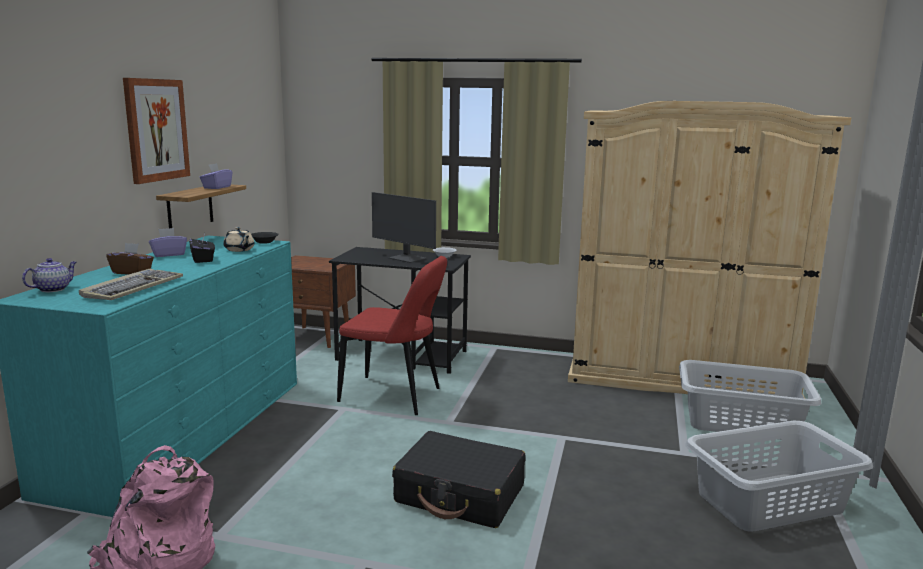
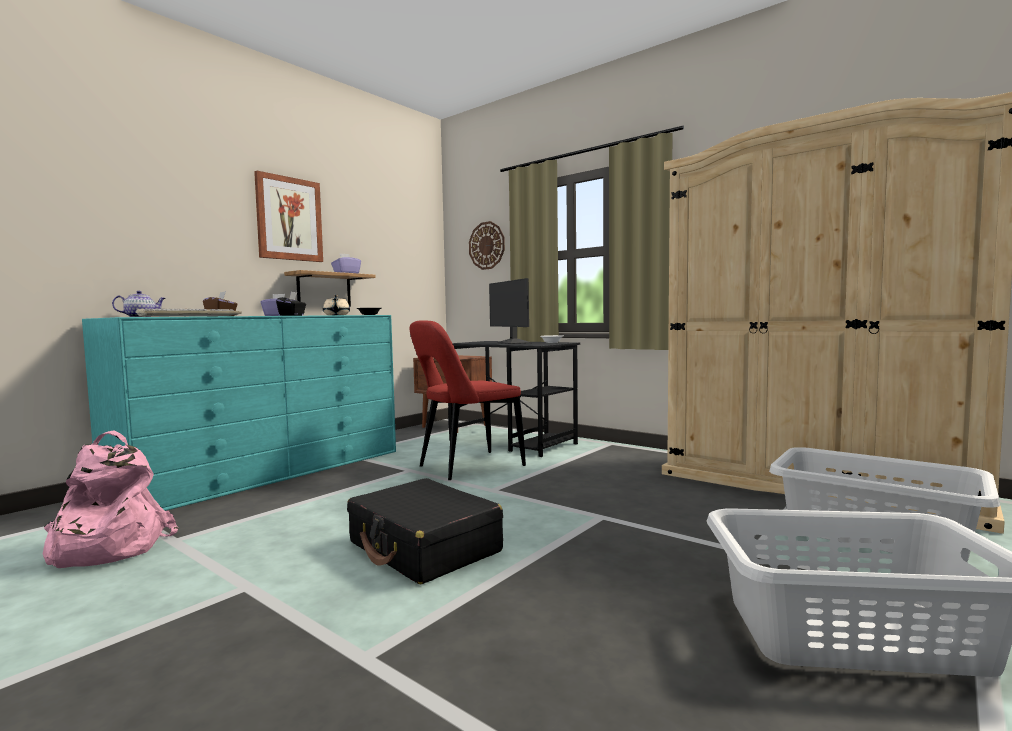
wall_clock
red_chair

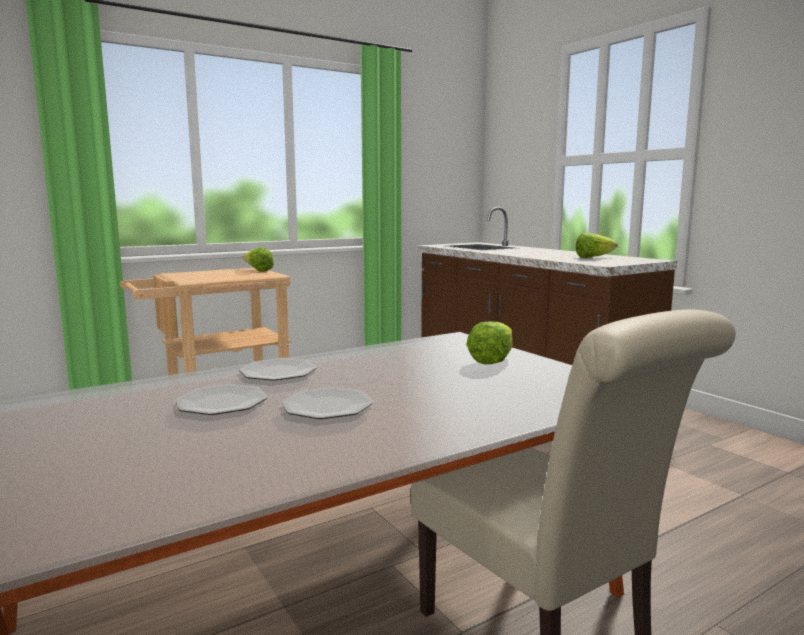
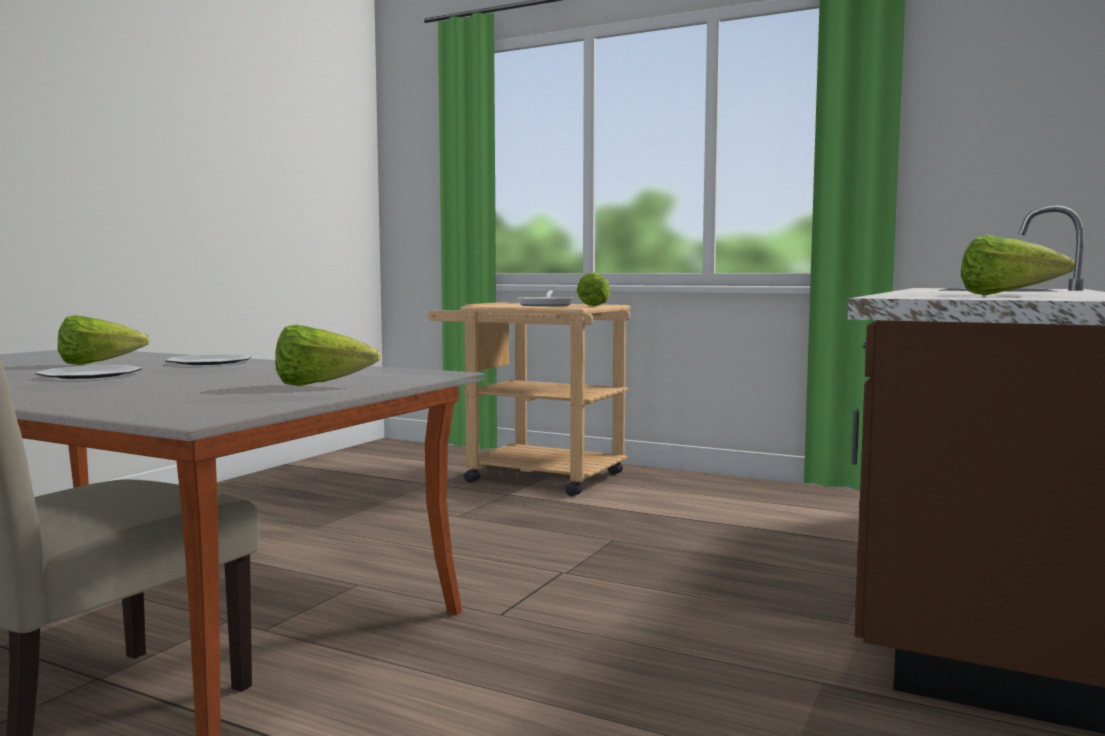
frying_pan
lettuce (1st from left)

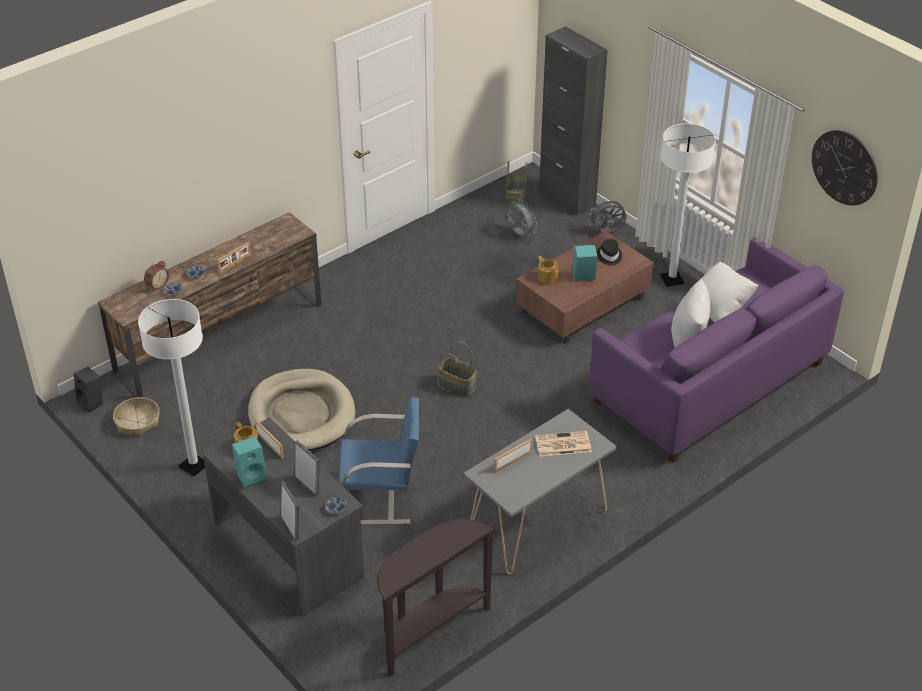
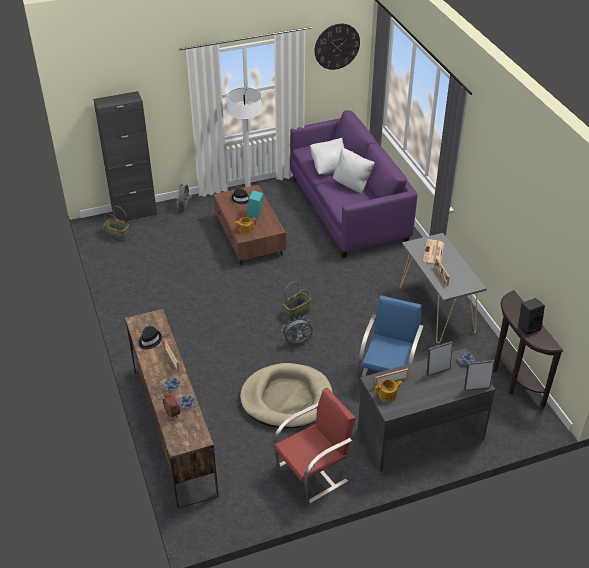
basket (1st from left in the first image)
turquoise_speaker (1st from left in the first image)
black_hat (1st from left)
black_speaker
grey_fan (2nd from left)
red_chair

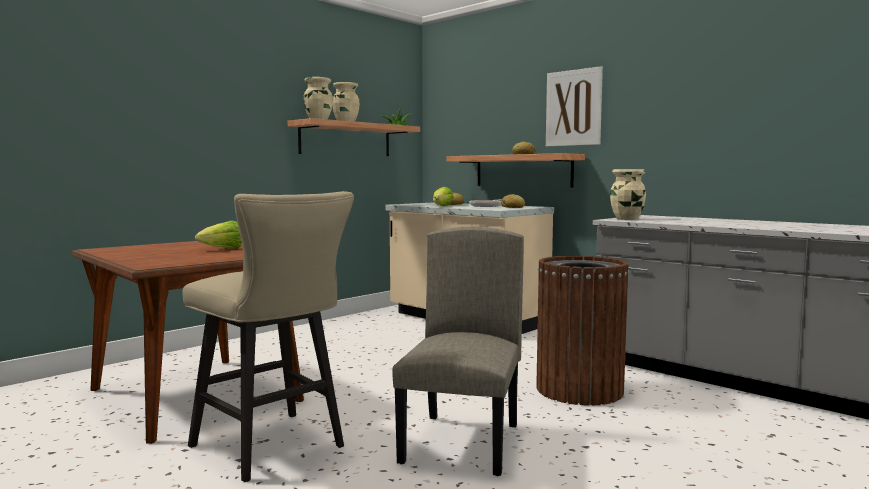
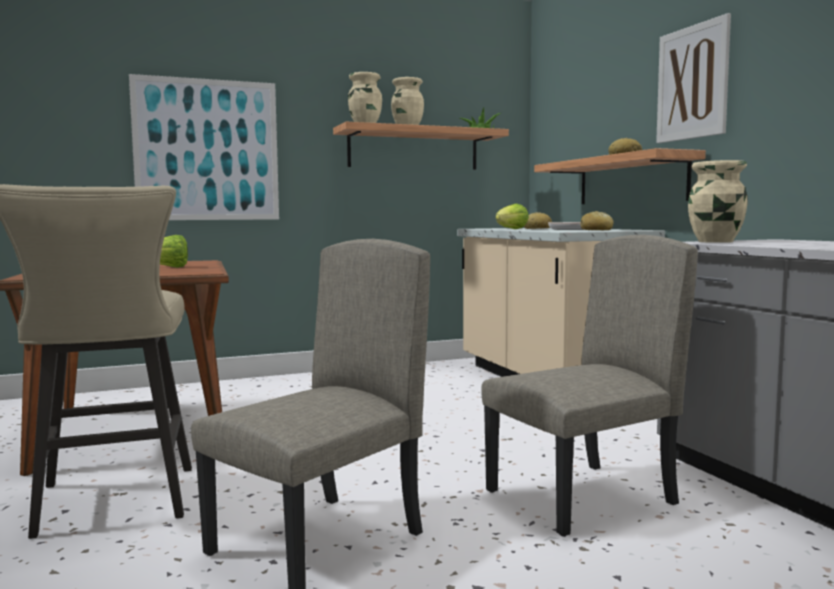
picture (1st from left)
beige_chair (2nd from left)

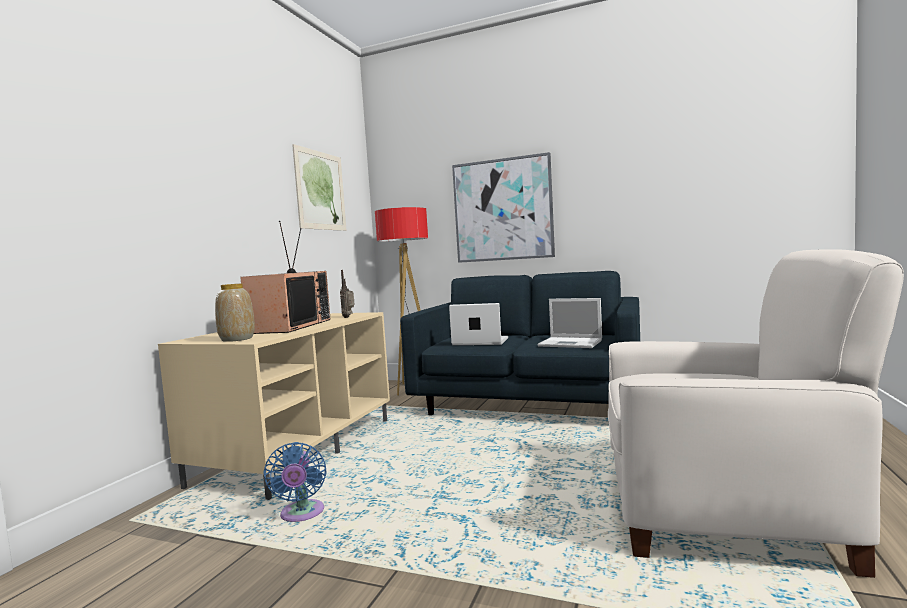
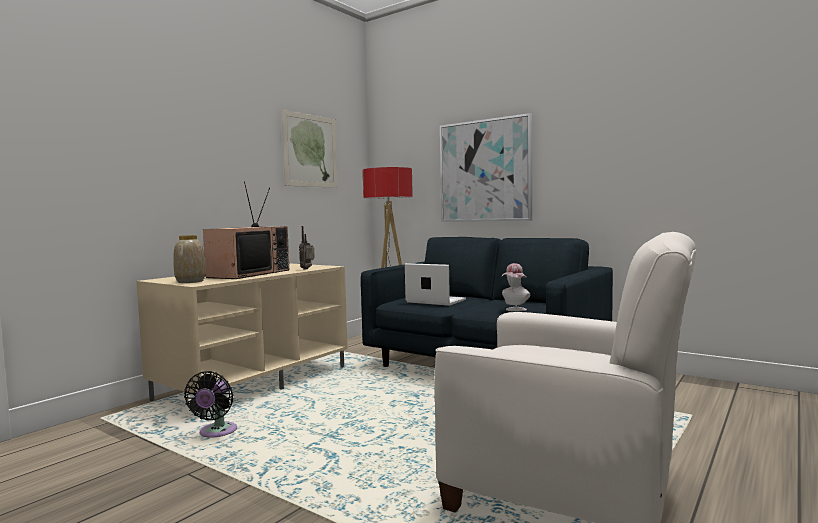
hat
black_fan

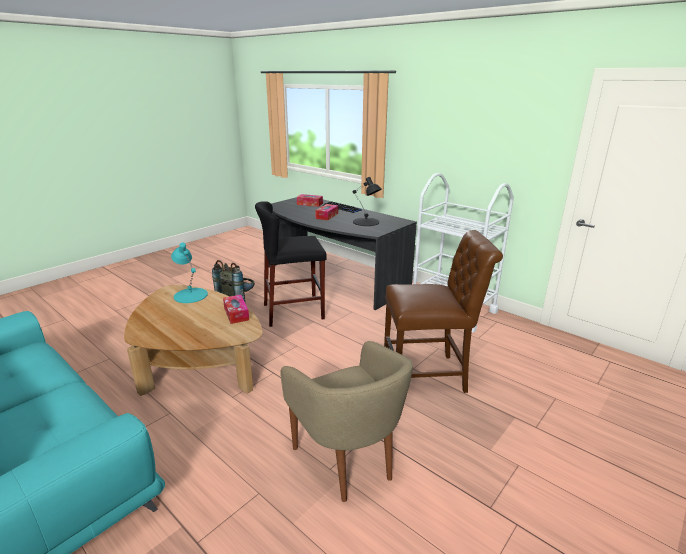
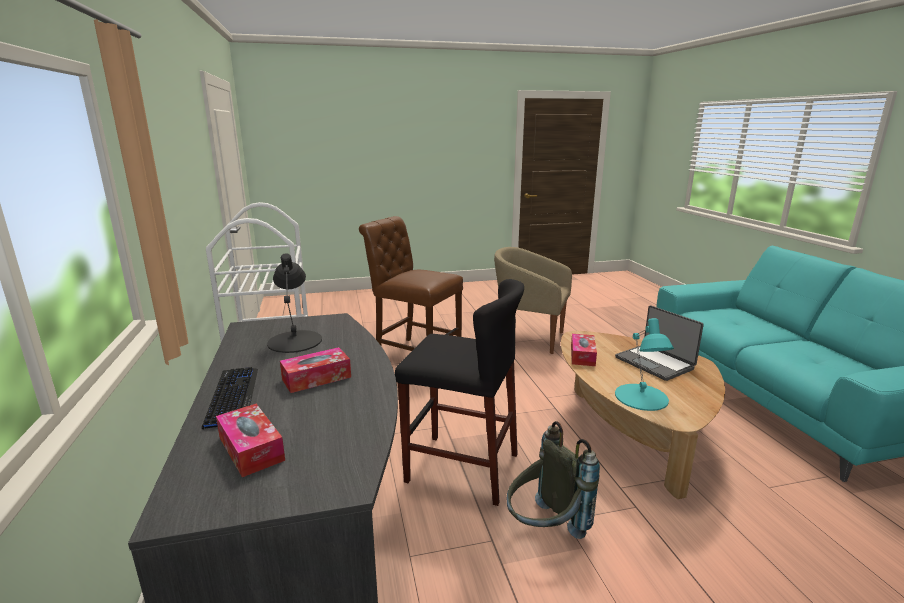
laptop
beige_armchair

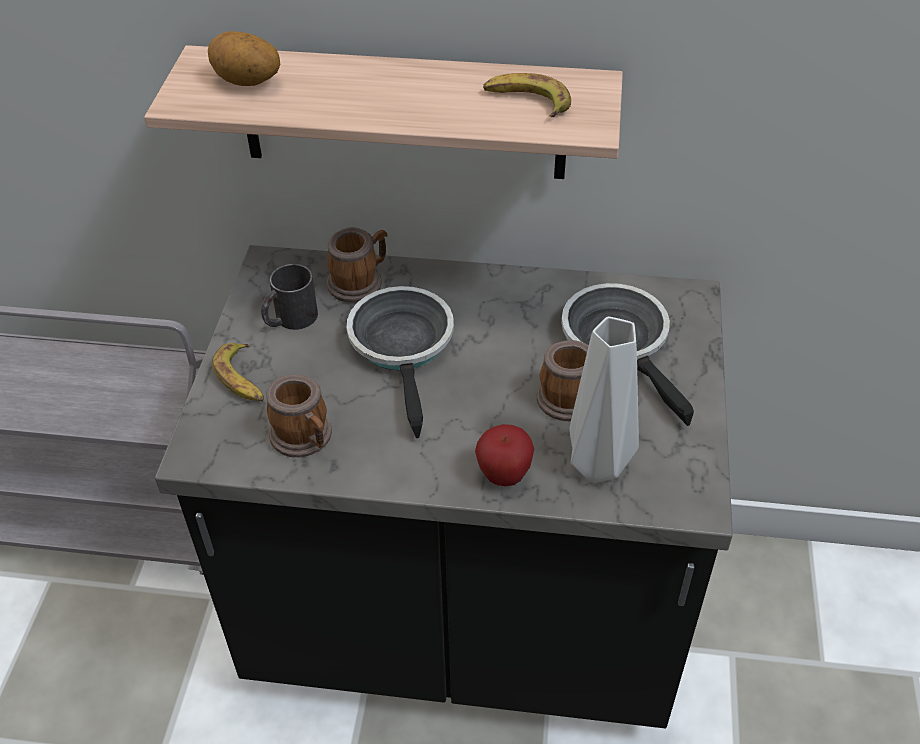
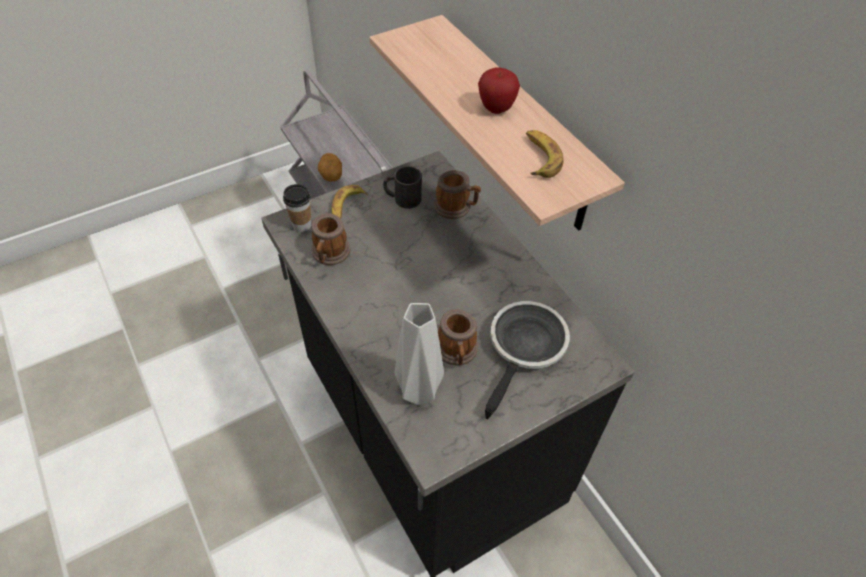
frying_pan (1st from left in the first image)
cup
potato
apple

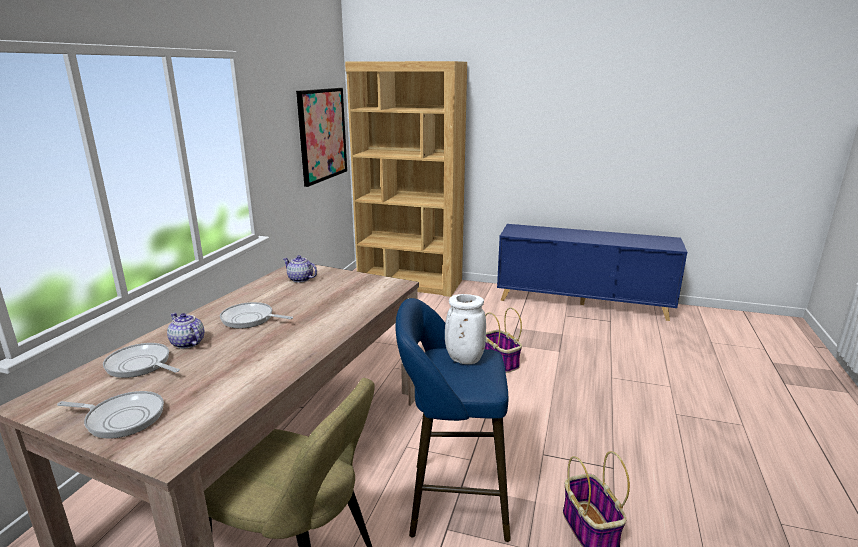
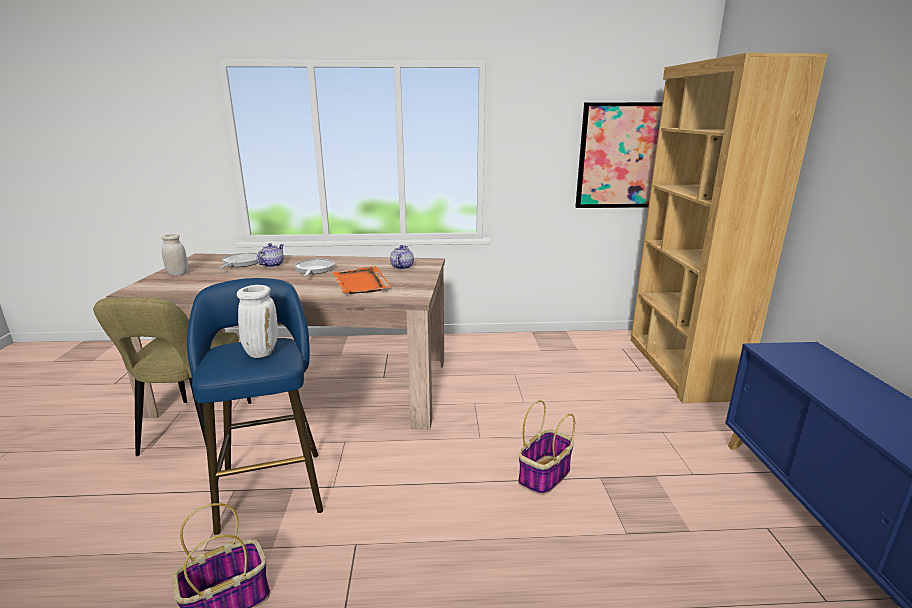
orange_tray
white_jar

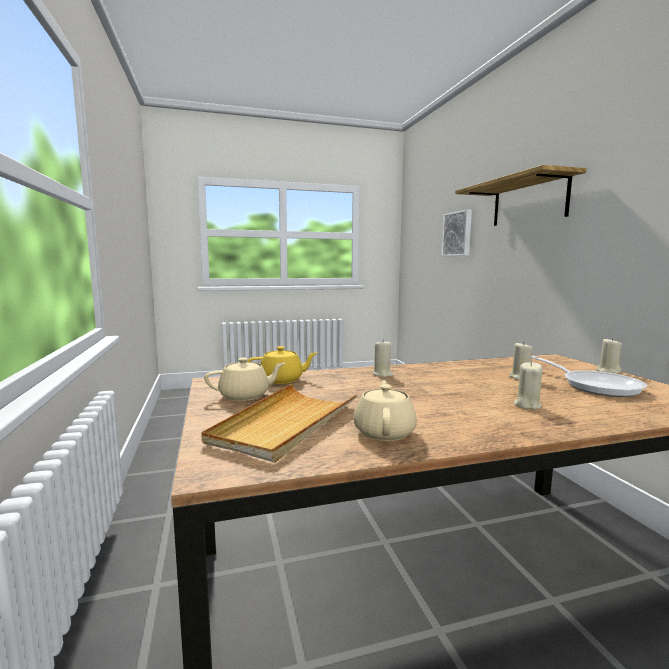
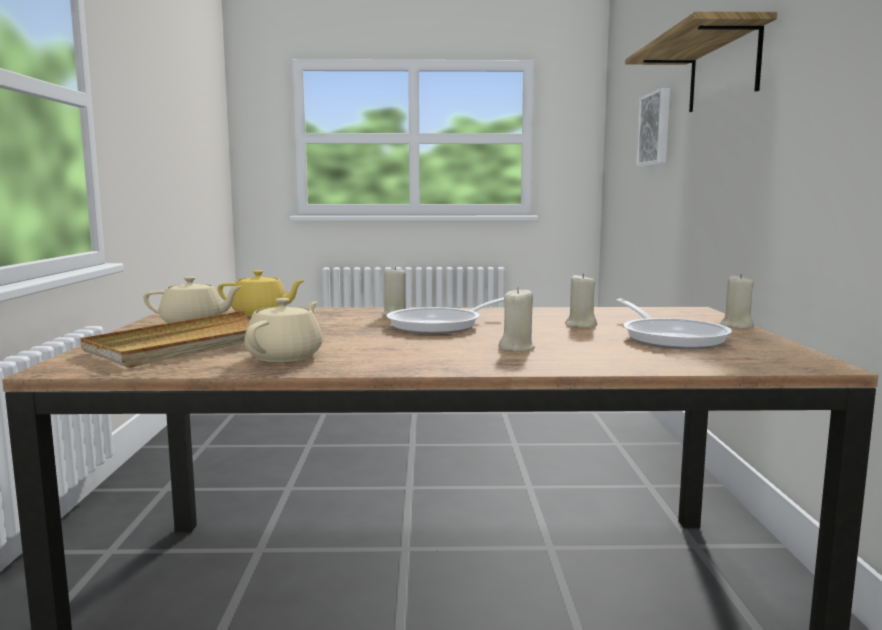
frying_pan (1st from left)

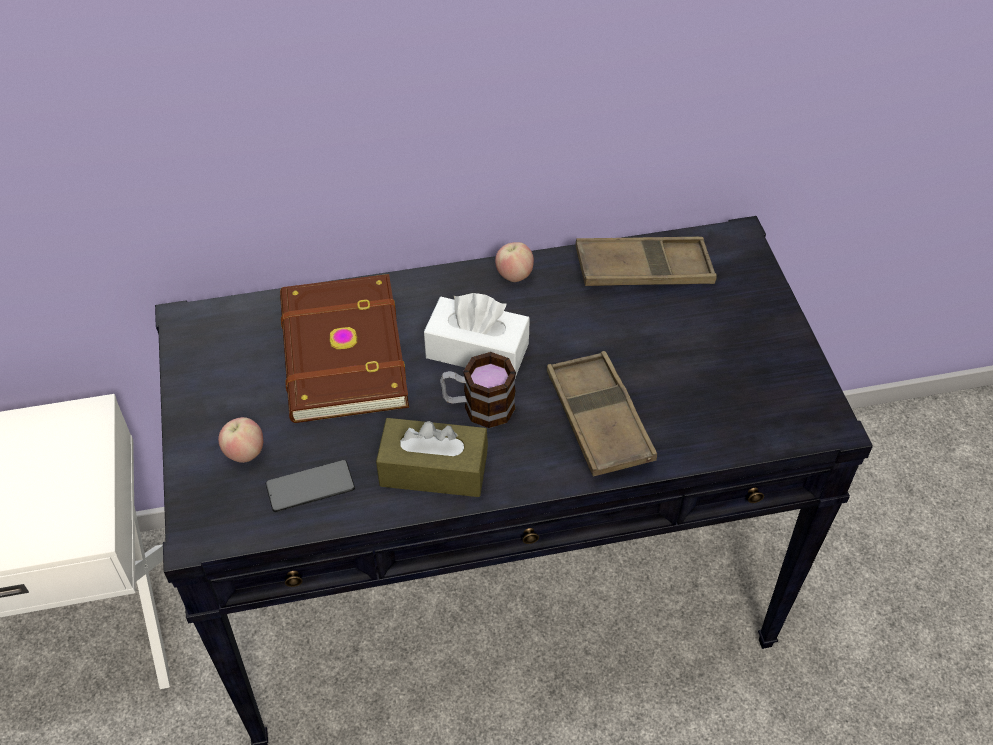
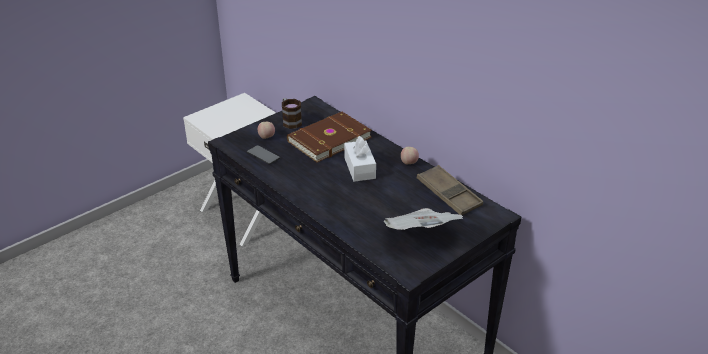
brown_tissue_box
brown_tray (1st from left in the first image)
newspaper
mug

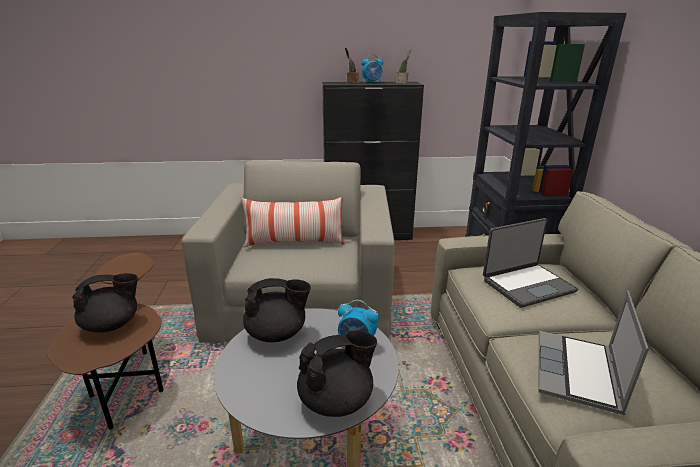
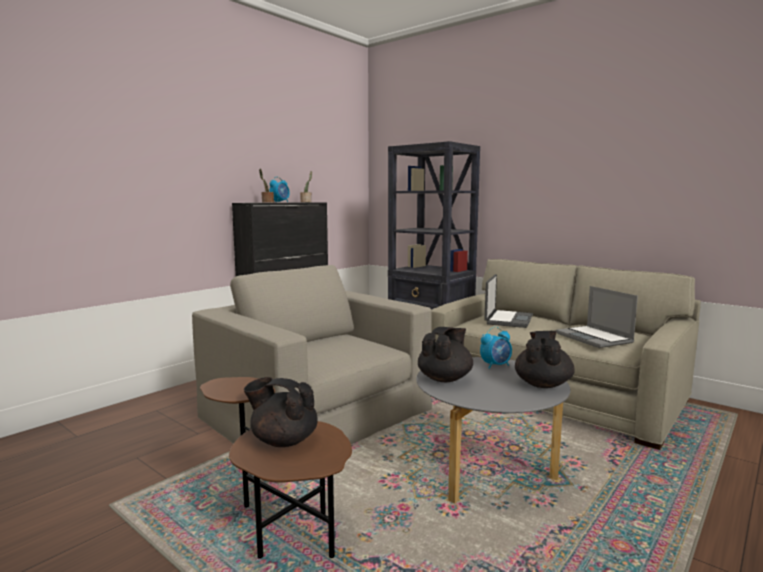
pillow
black_teapot (1st from left)

